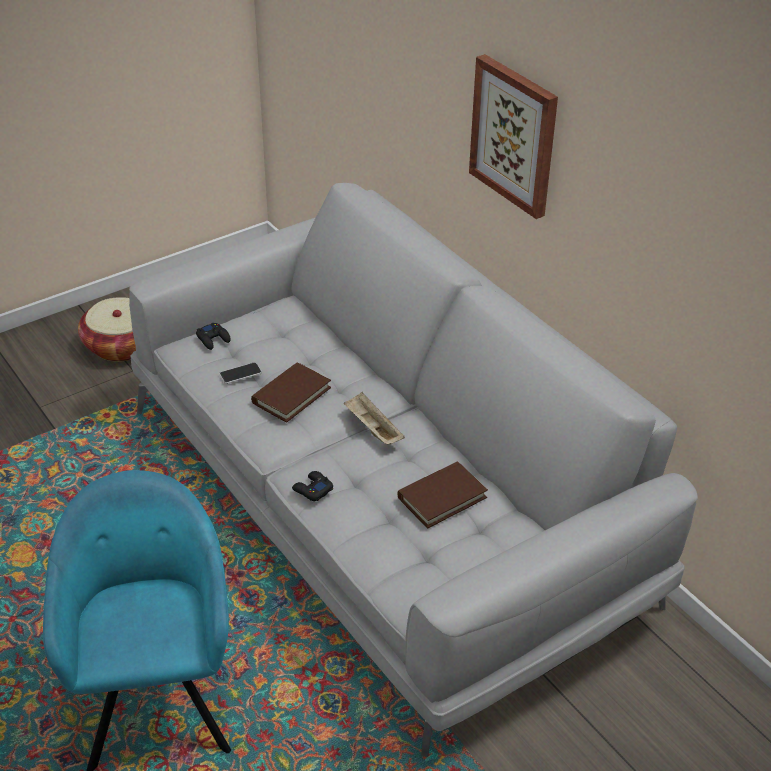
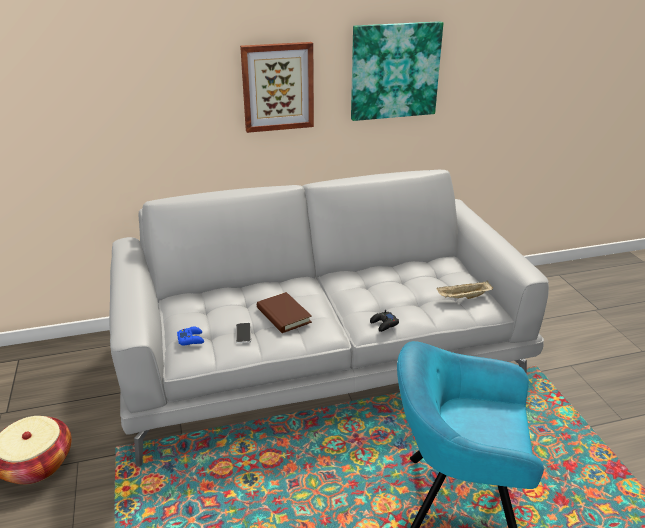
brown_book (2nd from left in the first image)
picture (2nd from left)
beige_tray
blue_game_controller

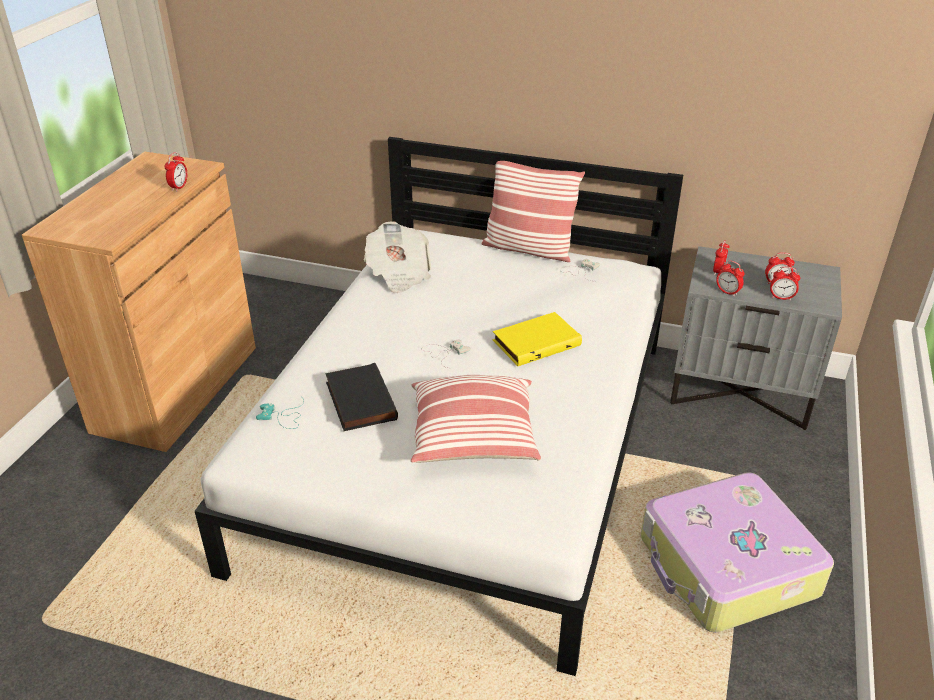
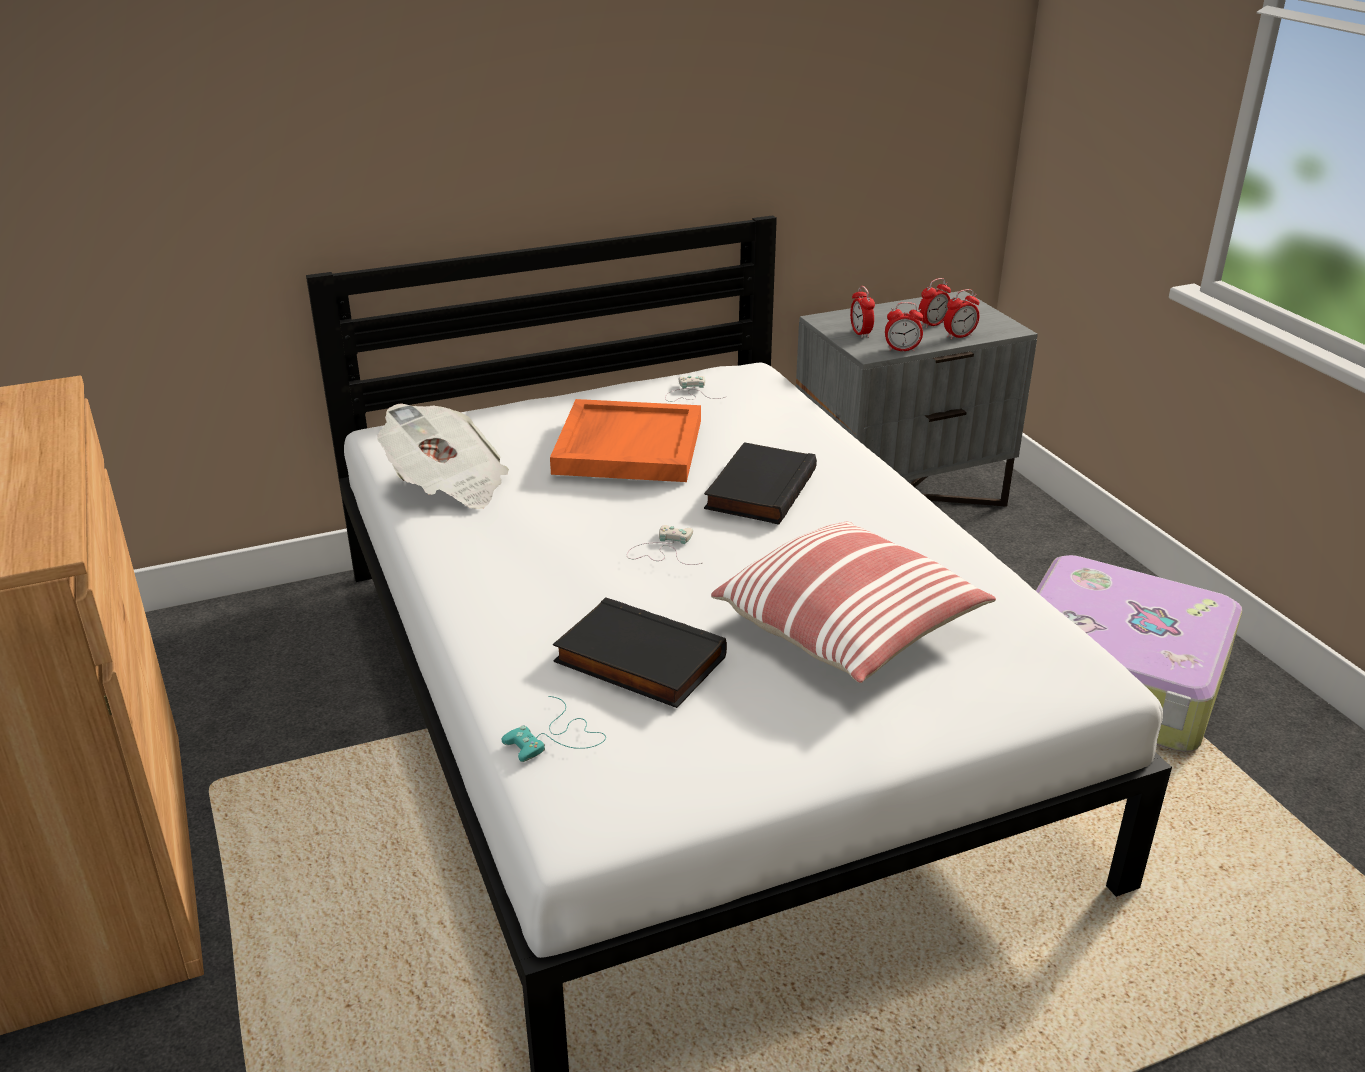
alarm_clock (1st from left in the first image)
pillow (2nd from left in the first image)
orange_tray
black_book (2nd from left)

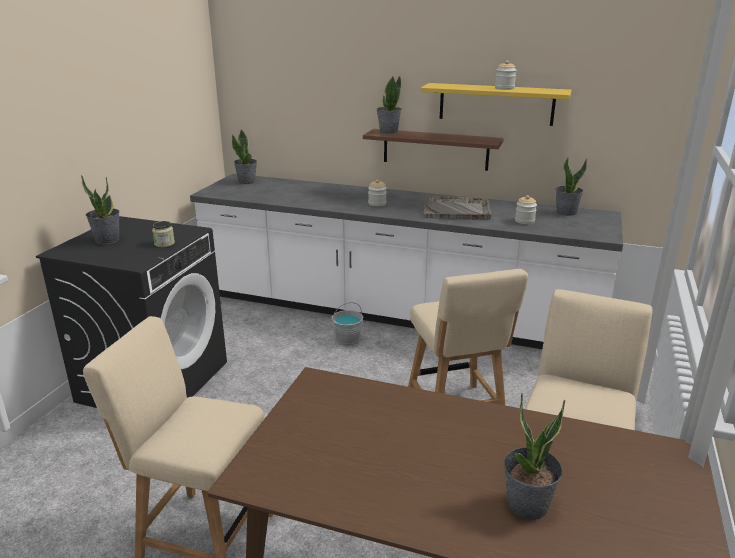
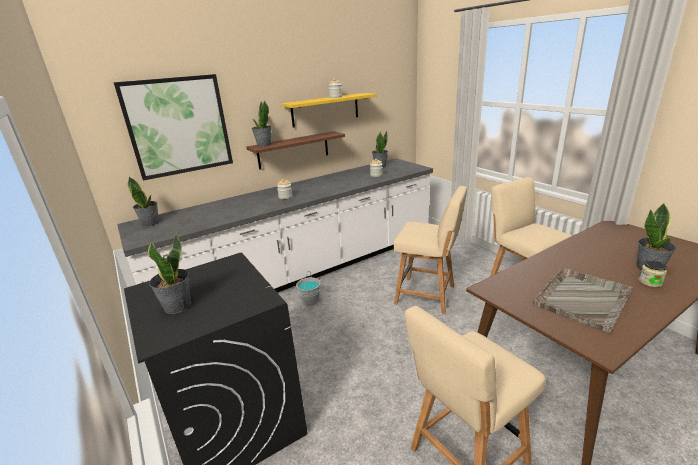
picture
jar (4th from left)
grey_tray

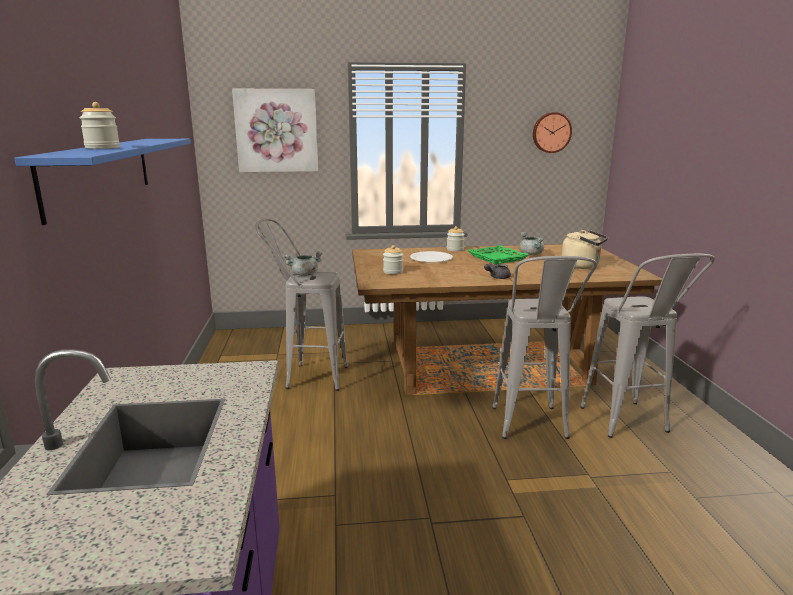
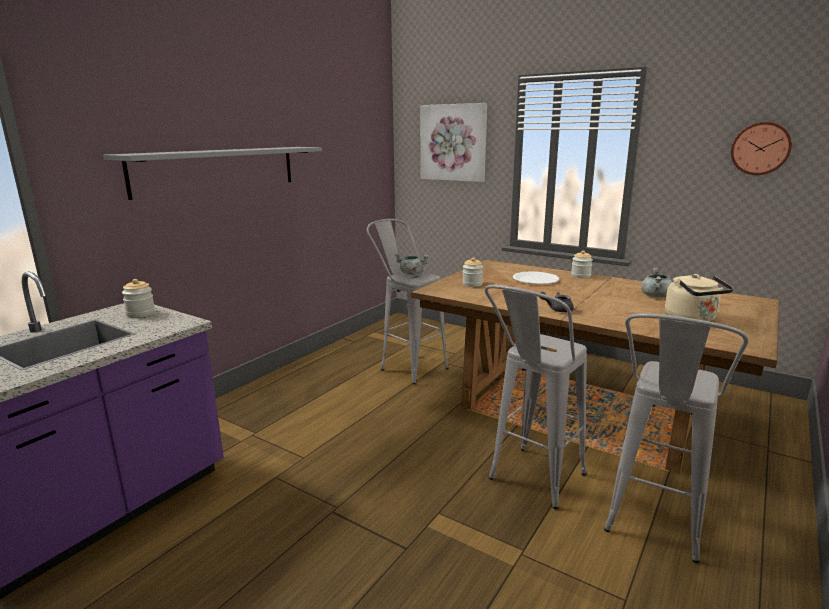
green_tray
jar (1st from left)
grey_shelf

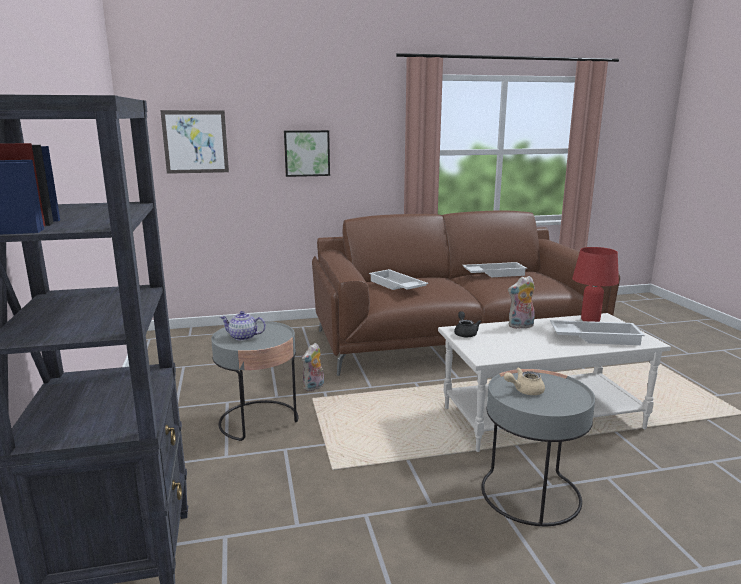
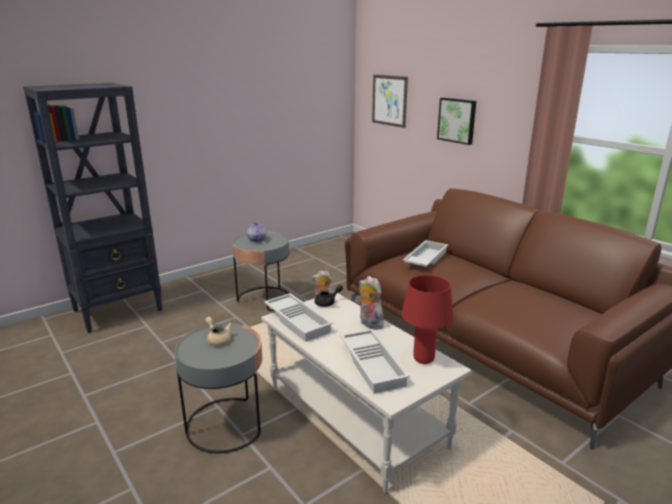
white_tray (1st from left)

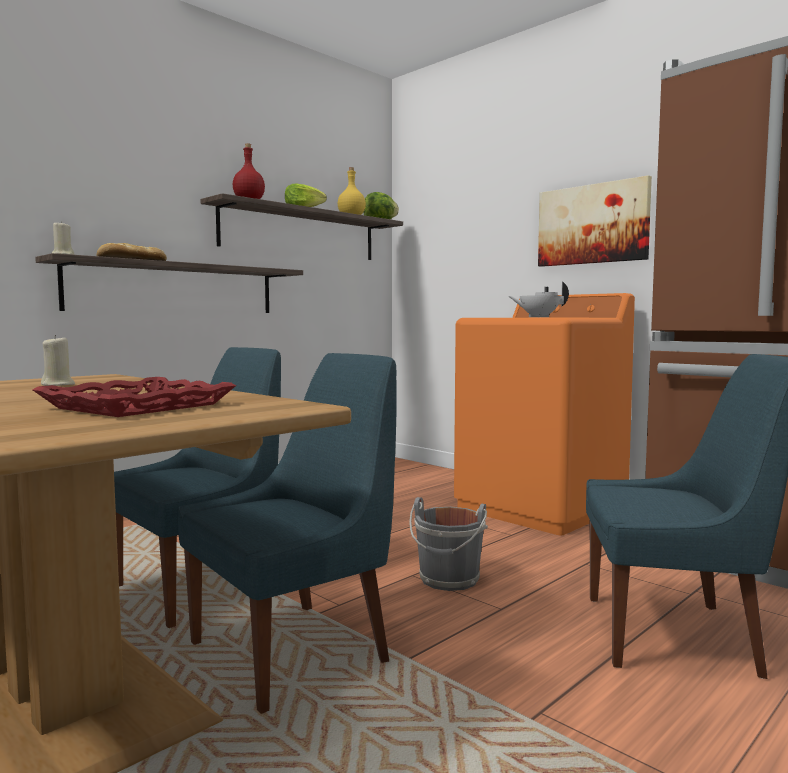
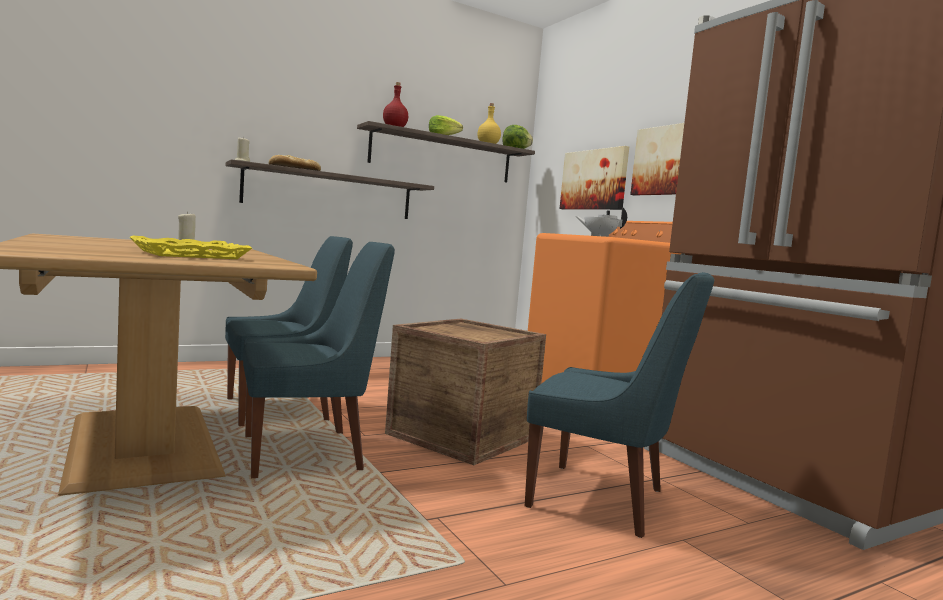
picture (1st from left)
crate
yellow_tray

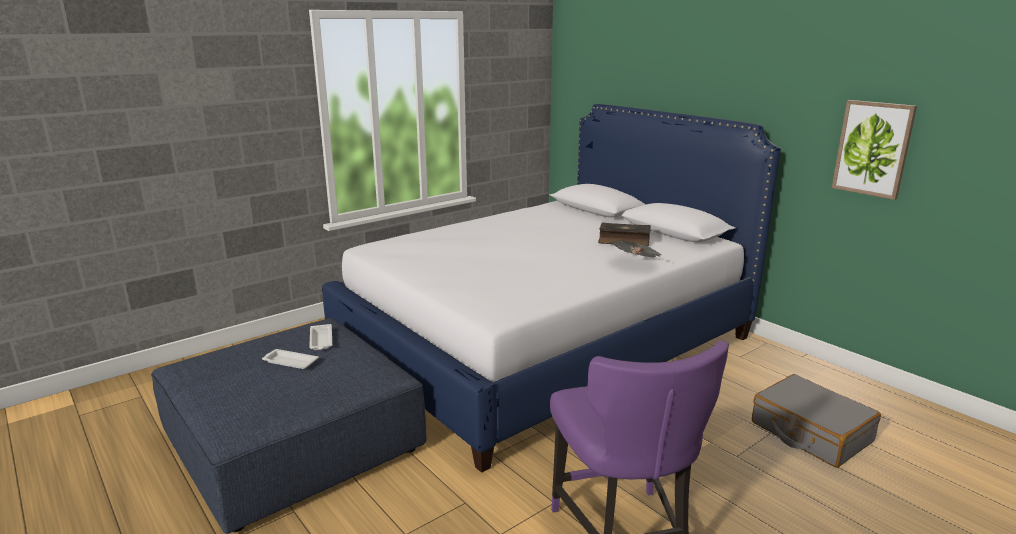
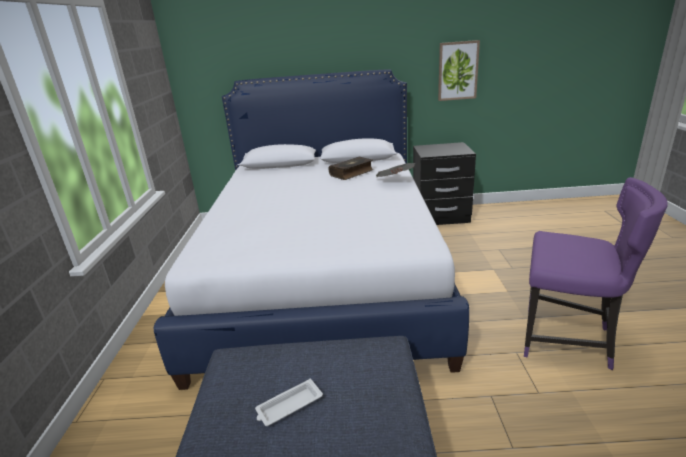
white_tray (2nd from left in the first image)
grey_suitcase
black_nightstand

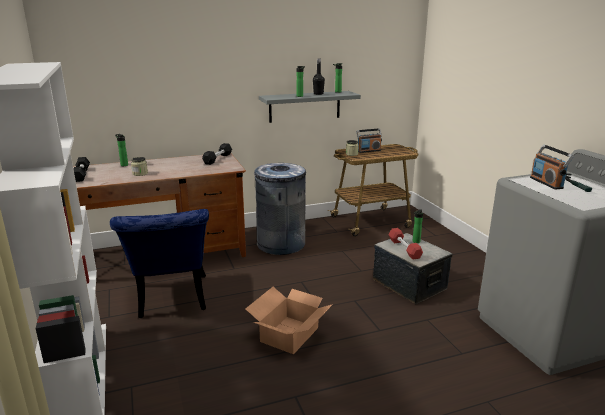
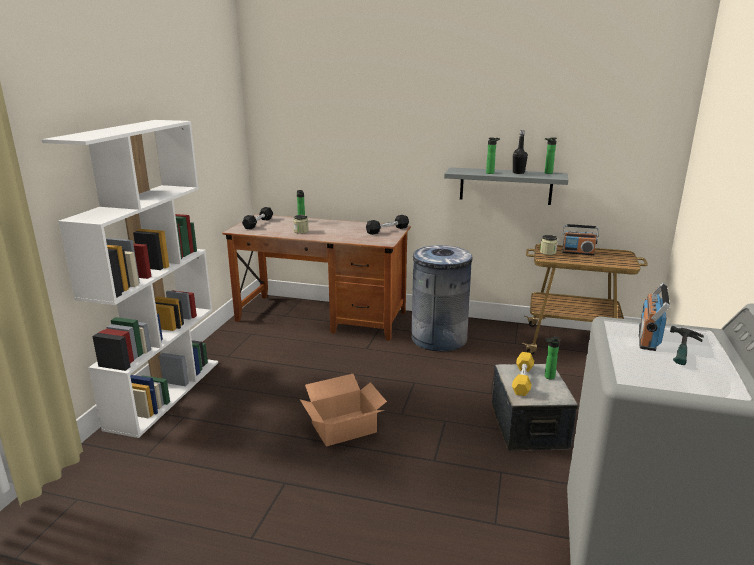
blue_chair
yellow_dumbbell

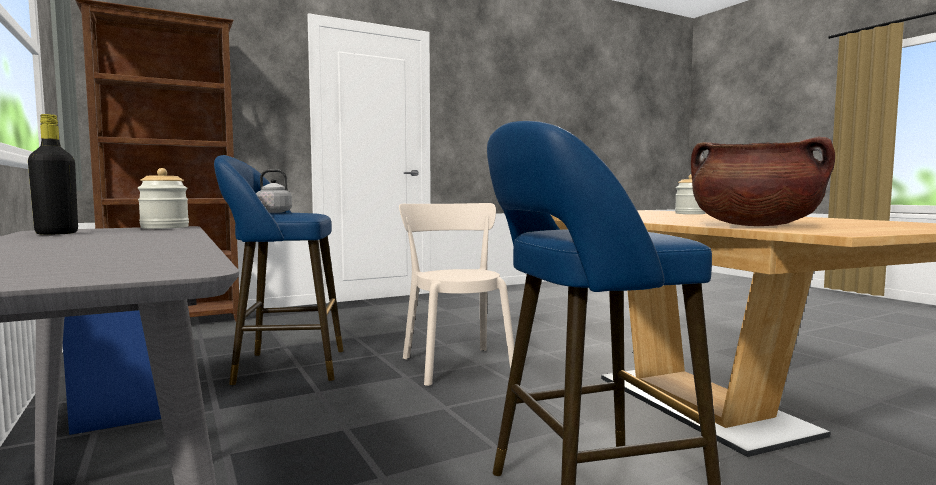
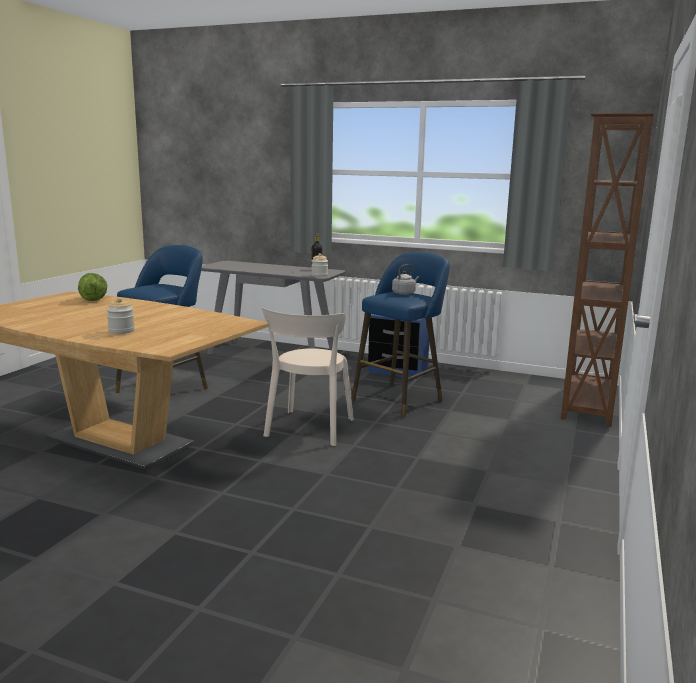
lettuce
beige_chair

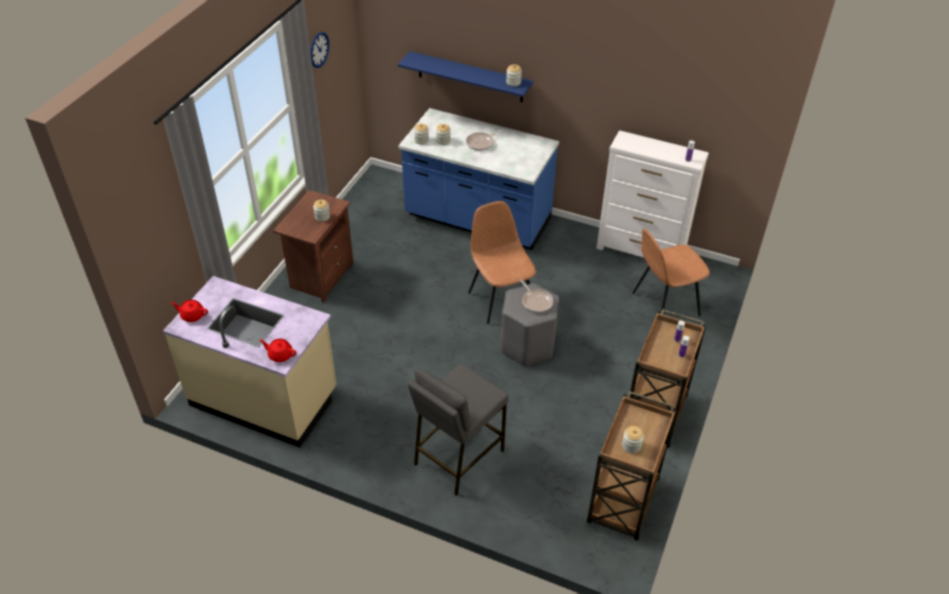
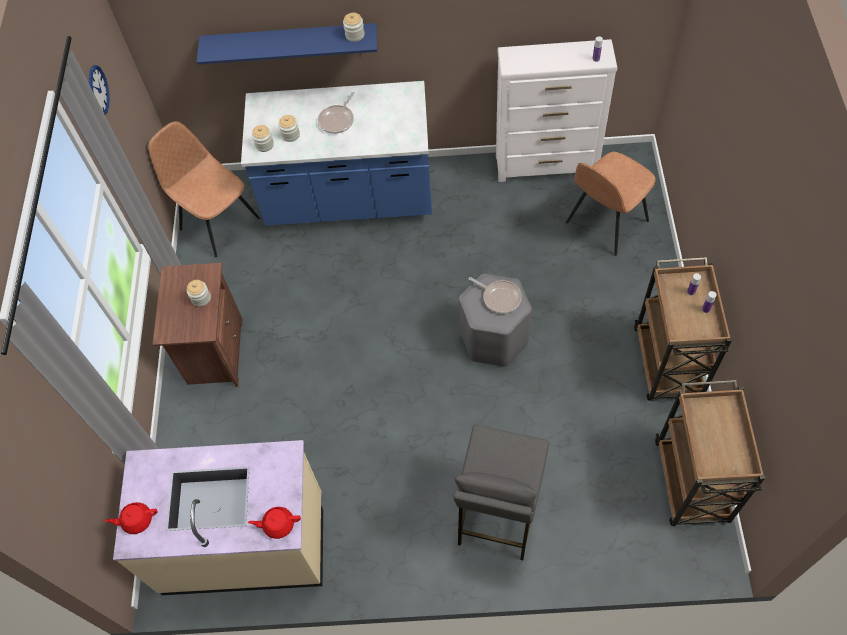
jar (5th from left in the first image)
brown_chair (1st from left)

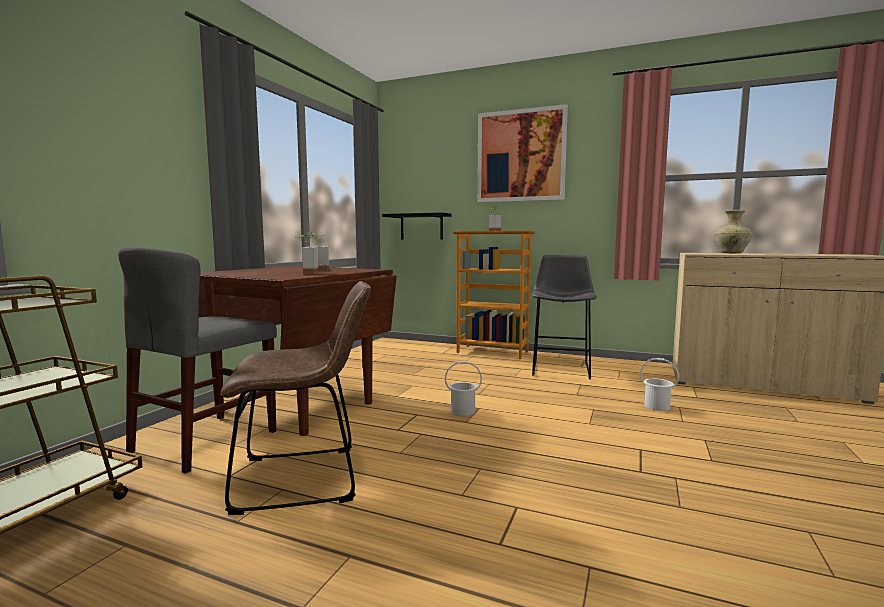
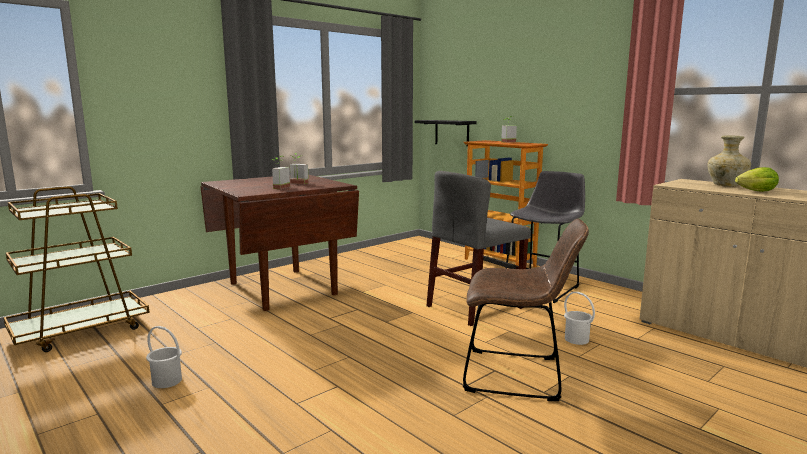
picture
lettuce
grey_chair
brown_chair
white_bucket (1st from left)

